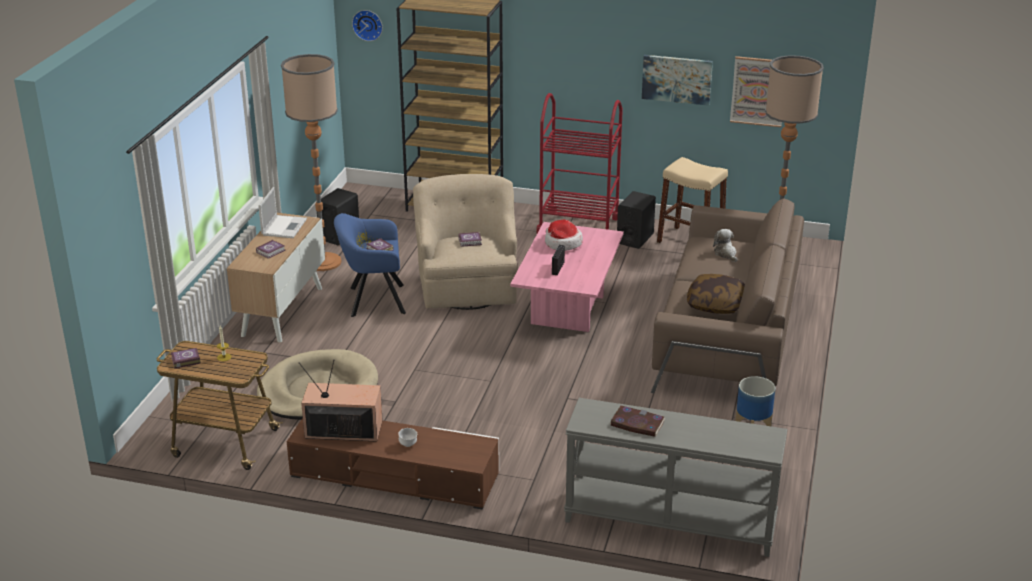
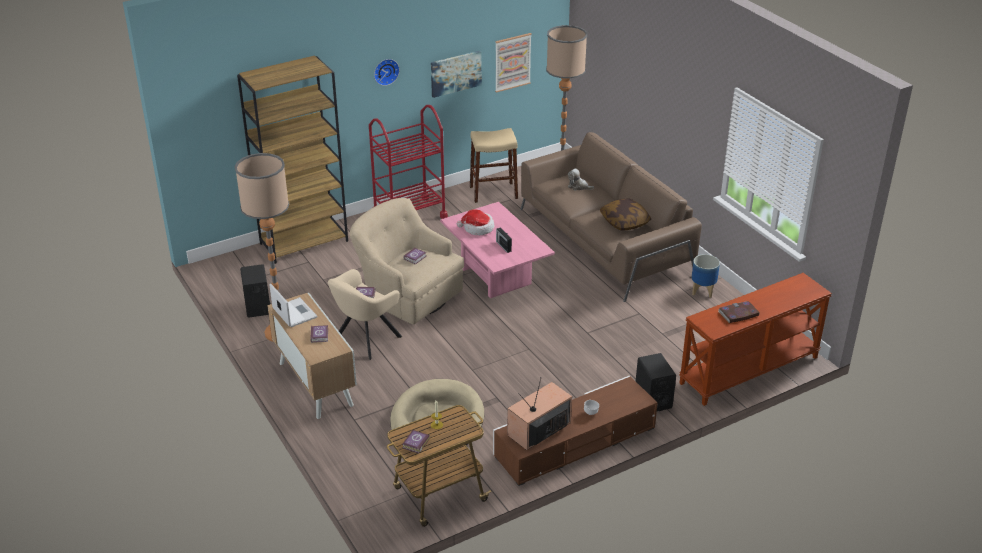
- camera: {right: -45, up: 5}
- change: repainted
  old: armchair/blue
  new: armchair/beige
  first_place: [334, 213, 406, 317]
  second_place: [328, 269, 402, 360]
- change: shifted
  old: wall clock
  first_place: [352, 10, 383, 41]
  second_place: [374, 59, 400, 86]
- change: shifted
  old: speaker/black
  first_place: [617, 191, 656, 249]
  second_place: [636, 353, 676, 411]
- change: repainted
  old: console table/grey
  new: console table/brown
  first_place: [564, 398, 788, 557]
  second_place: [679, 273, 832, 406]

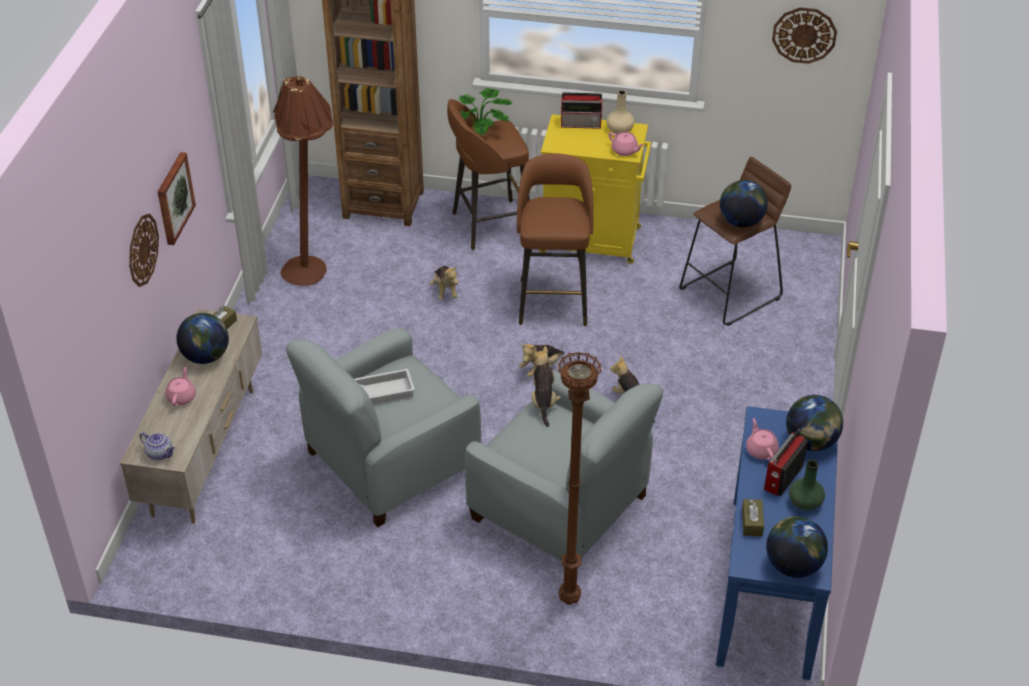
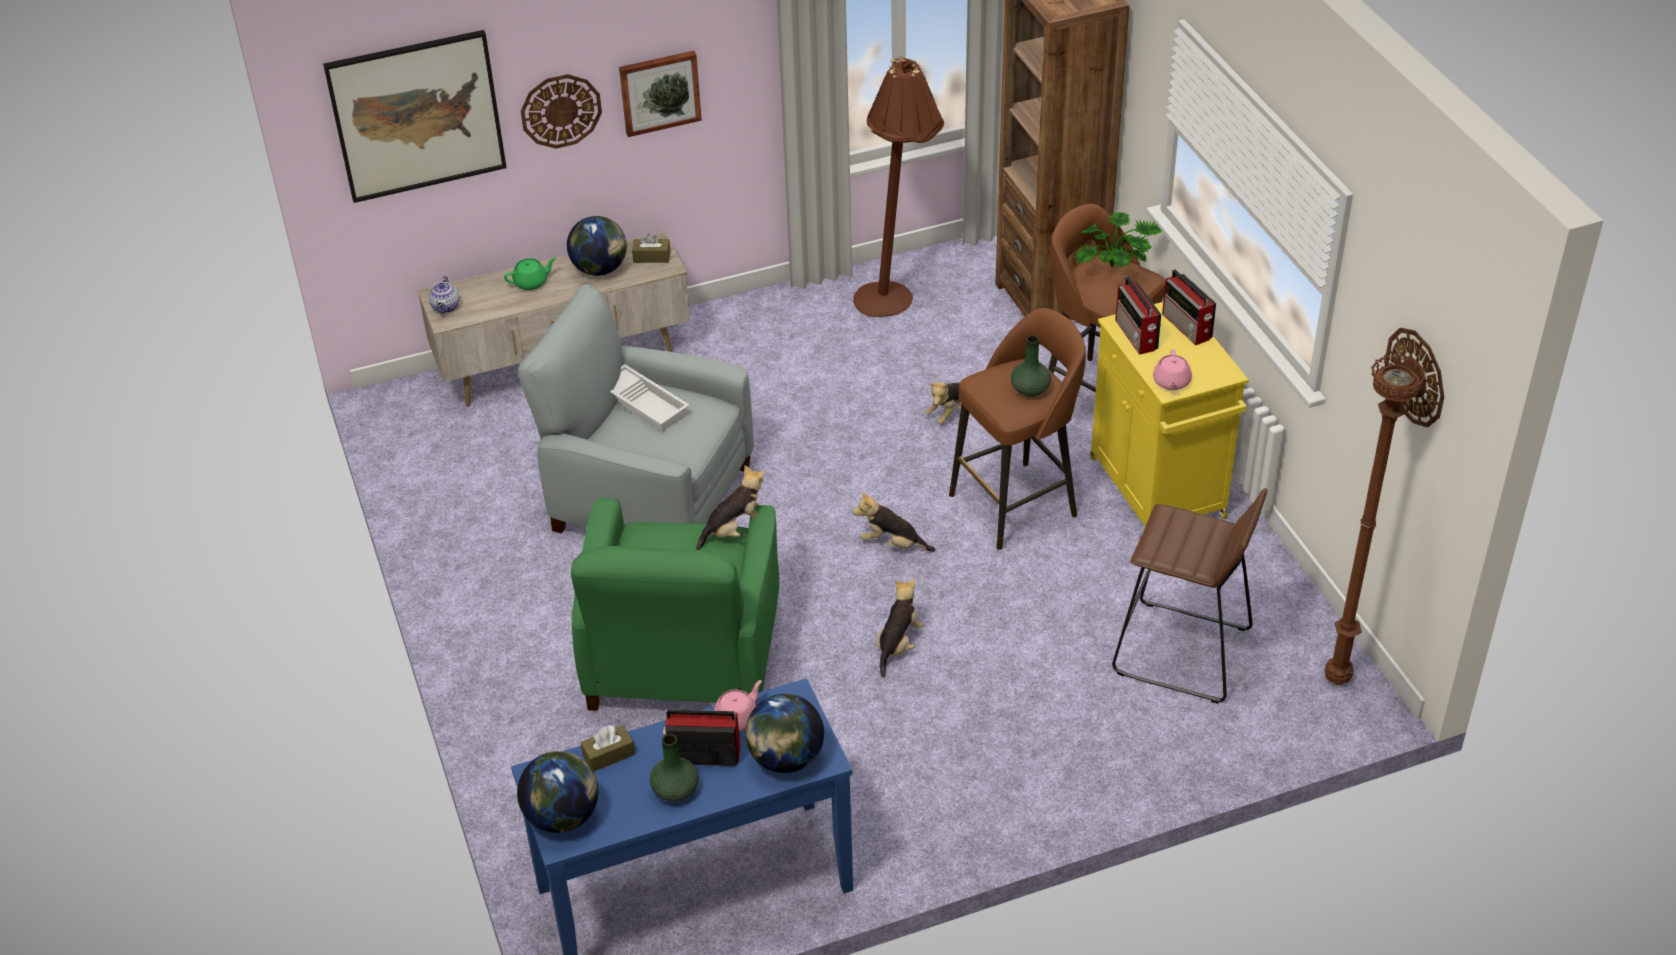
- camera: {right: 60, up: 0}
- change: new
  new: picture
  second_place: [323, 30, 507, 203]
- change: repainted
  old: teapot/pink
  new: teapot/green
  first_place: [165, 367, 196, 406]
  second_place: [504, 258, 556, 290]
- change: repainted
  old: armchair/grey
  new: armchair/green
  first_place: [465, 370, 663, 561]
  second_place: [571, 498, 779, 711]
- change: new
  new: vase/green
  second_place: [1011, 336, 1051, 397]
- change: new
  new: radio
  second_place: [1115, 276, 1161, 355]
- change: shifted
  old: floor lamp/brown
  first_place: [558, 352, 602, 605]
  second_place: [1325, 354, 1426, 685]
- change: gone
  old: vase/beige
  first_place: [607, 90, 634, 134]
- change: gone
  old: globe
  first_place: [720, 180, 768, 228]

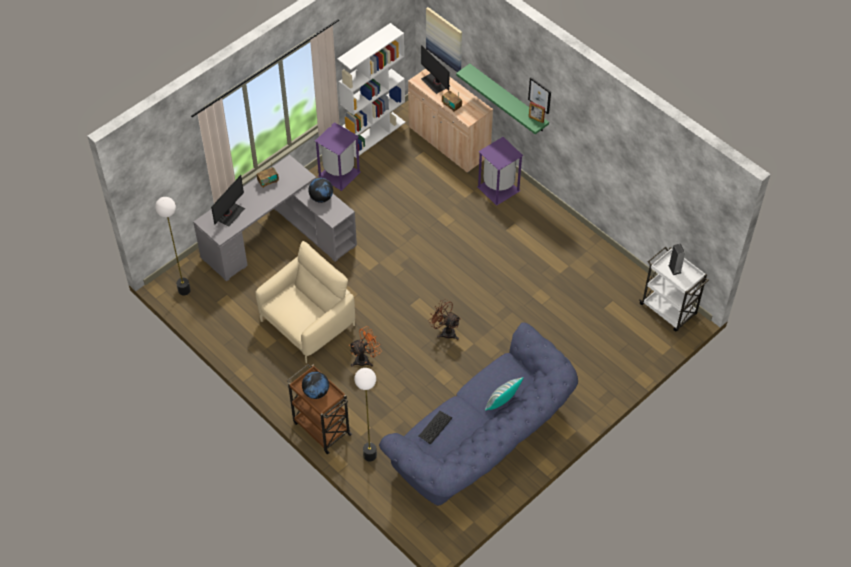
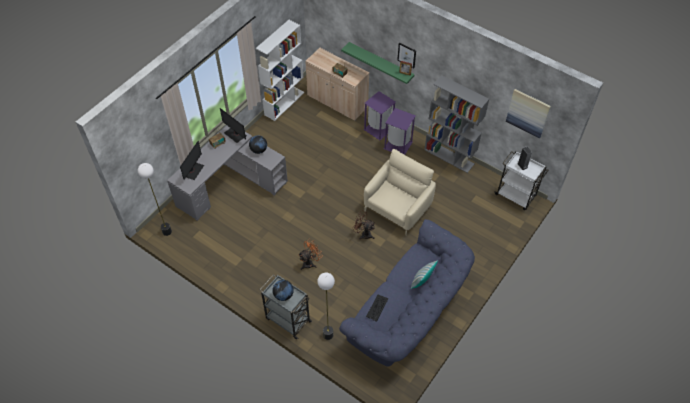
- camera: {right: -10, up: 0}
- change: shifted
  old: monitor
  first_place: [421, 45, 450, 94]
  second_place: [220, 108, 247, 143]
- change: repainted
  old: cart/brown
  new: cart/grey
  first_place: [287, 364, 353, 454]
  second_place: [260, 274, 312, 339]
- change: shifted
  old: armchair/beige
  first_place: [256, 241, 355, 363]
  second_place: [364, 149, 436, 235]
- change: shifted
  old: trash can/purple
  first_place: [315, 123, 360, 191]
  second_place: [384, 108, 416, 155]
- change: new
  new: bookcase/grey
  second_place: [424, 75, 489, 173]
- change: shifted
  old: picture
  first_place: [426, 7, 462, 72]
  second_place: [506, 89, 551, 138]

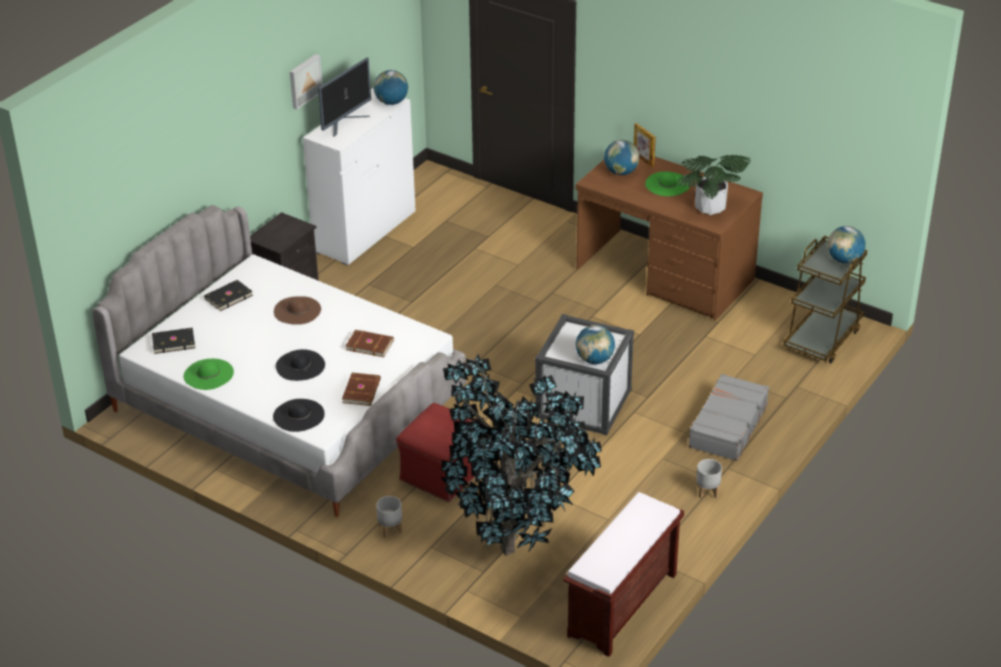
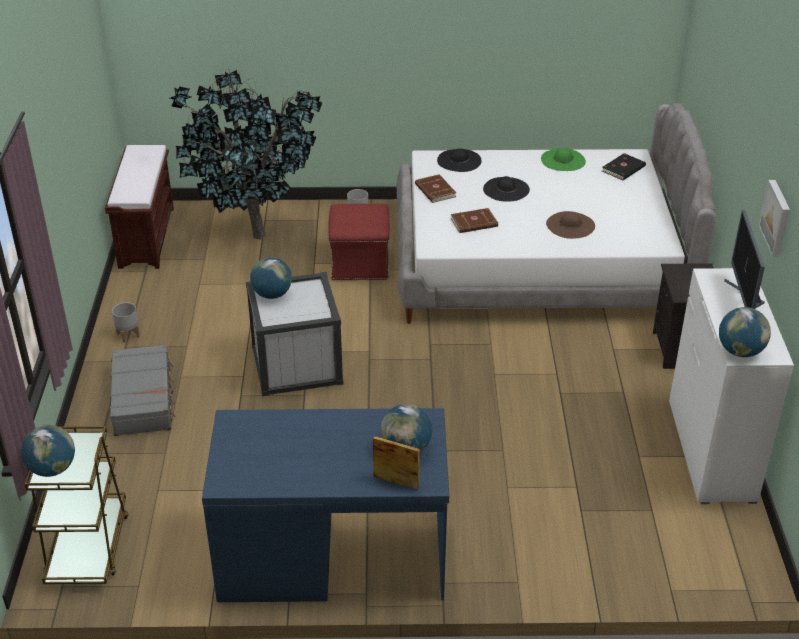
- camera: {right: 145, up: 0}
- change: repainted
  old: desk/brown
  new: desk/blue
  first_place: [576, 157, 763, 321]
  second_place: [202, 408, 449, 602]
- change: gone
  old: book/black
  first_place: [204, 280, 253, 311]
- change: gone
  old: hat/green
  first_place: [645, 172, 690, 196]
- change: gone
  old: potted plant
  first_place: [677, 155, 750, 215]

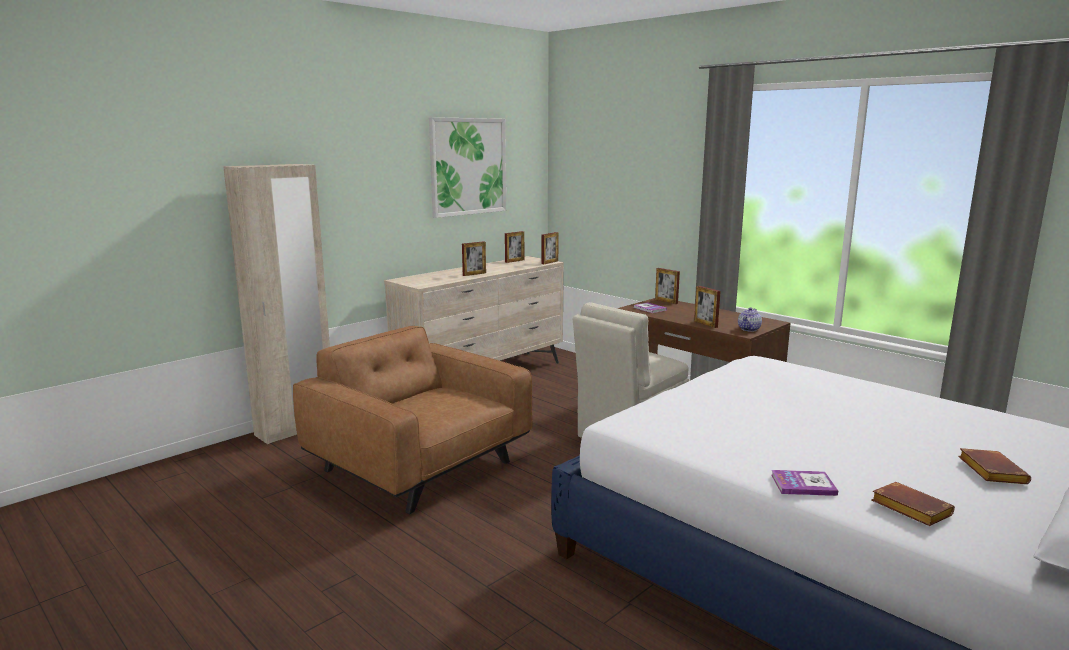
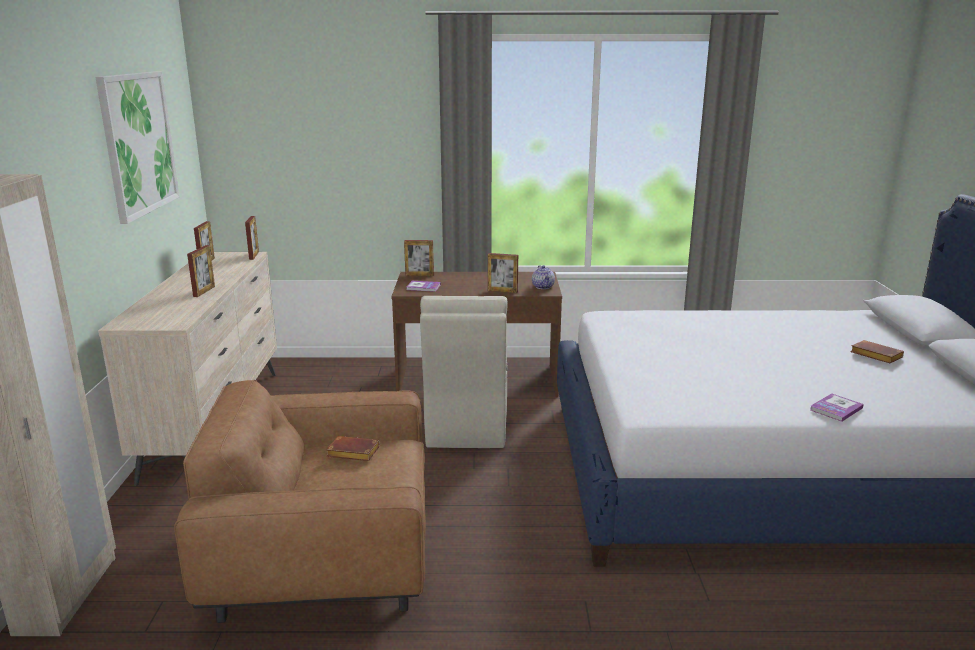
- camera: {right: -45, up: 5}
- change: shifted
  old: book/brown
  first_place: [871, 482, 955, 526]
  second_place: [326, 436, 380, 461]

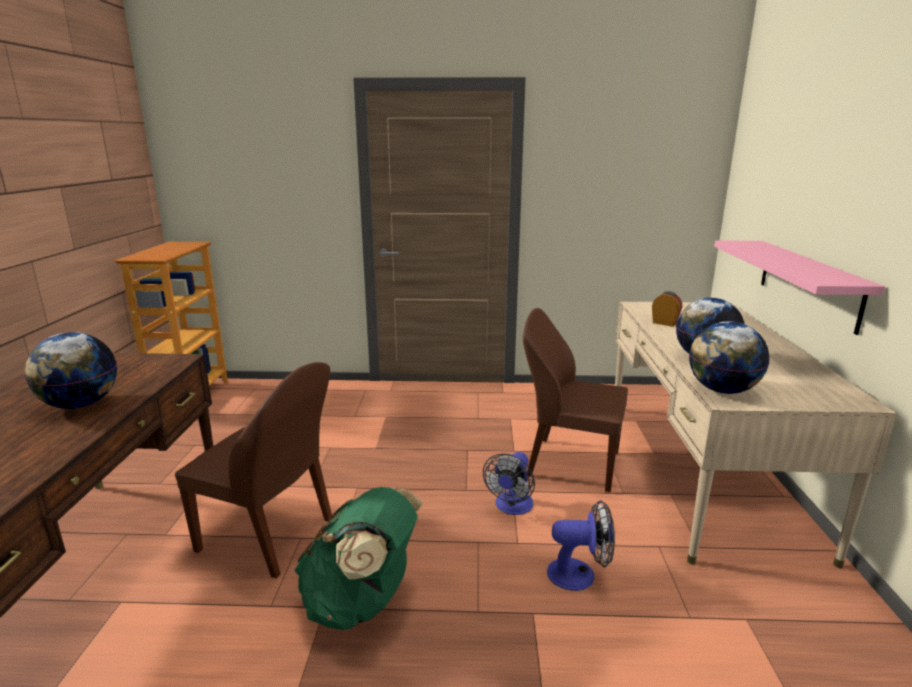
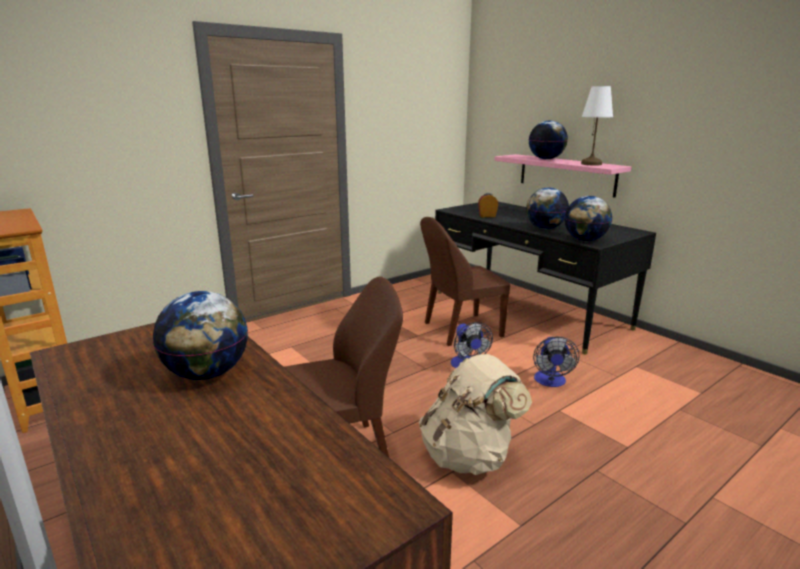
- camera: {right: -40, up: 0}
- change: repainted
  old: backpack/green
  new: backpack/beige
  first_place: [294, 487, 423, 630]
  second_place: [419, 354, 532, 475]
- change: repainted
  old: desk/beige
  new: desk/black
  first_place: [615, 302, 897, 568]
  second_place: [435, 202, 656, 354]
- change: new
  new: globe
  second_place: [529, 120, 568, 159]
- change: rotated
  old: fan
  first_place: [547, 500, 615, 591]
  second_place: [533, 337, 580, 387]
  degrees: 135
- change: new
  new: table lamp/white
  second_place: [581, 86, 613, 166]

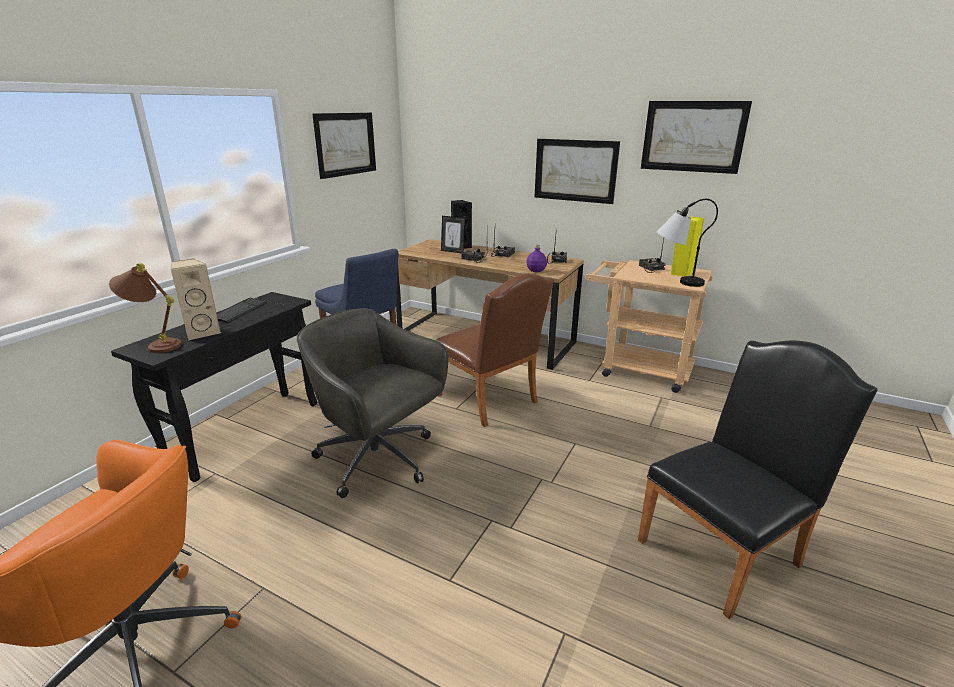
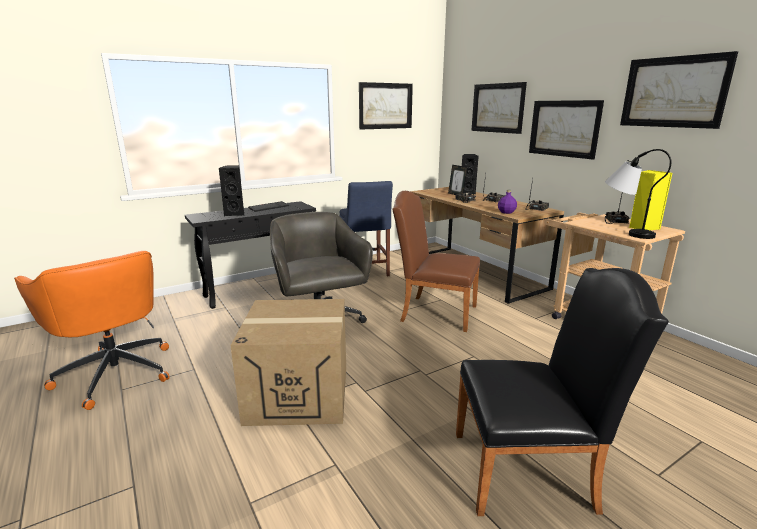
- camera: {right: 30, up: -5}
- change: repainted
  old: speaker/beige
  new: speaker/black
  first_place: [170, 258, 222, 340]
  second_place: [219, 165, 244, 216]
- change: new
  new: cardboard box
  second_place: [230, 299, 346, 426]
- change: rotated
  old: chair/brown
  first_place: [436, 273, 555, 427]
  second_place: [392, 191, 480, 332]
  degrees: 120
- change: new
  new: picture
  second_place: [472, 82, 527, 134]
- change: gone
  old: table lamp/brown
  first_place: [109, 263, 182, 353]

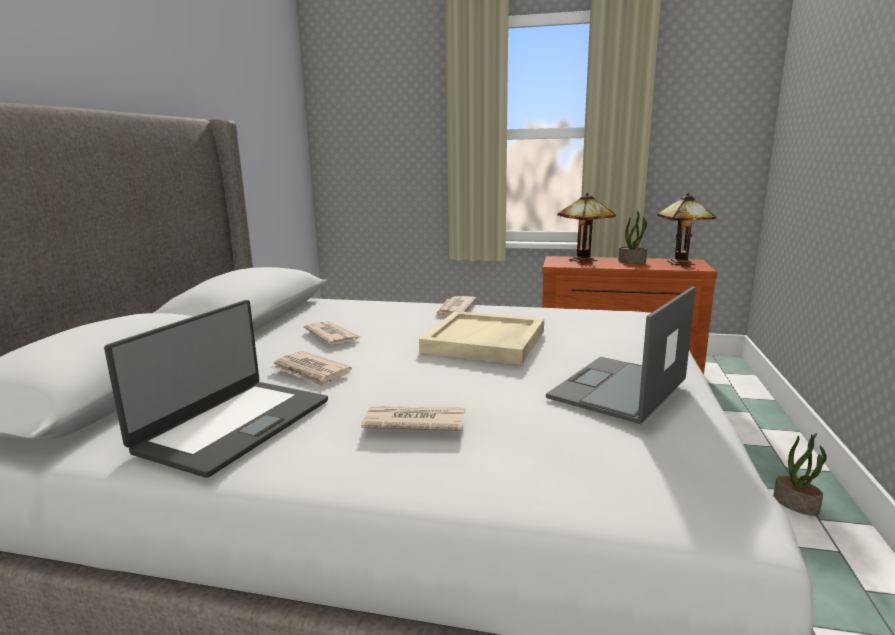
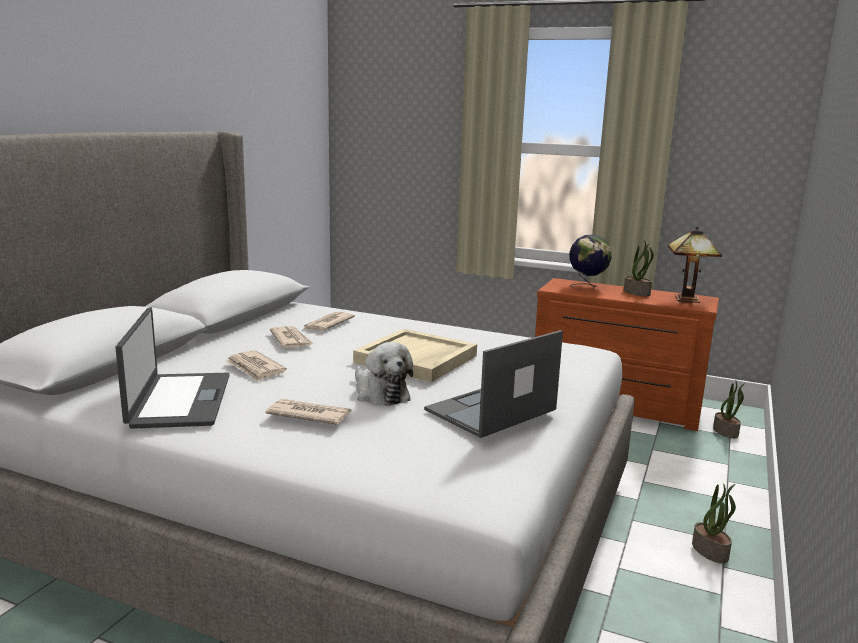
- camera: {right: 10, up: 0}
- change: rotated
  old: laptop
  first_place: [104, 300, 328, 478]
  second_place: [115, 307, 229, 429]
  degrees: -45
- change: shifted
  old: newspaper
  first_place: [436, 296, 477, 316]
  second_place: [304, 312, 355, 331]
- change: new
  new: plush toy
  second_place: [355, 342, 413, 406]
- change: swapped
  old: table lamp
  new: globe
  first_place: [558, 193, 616, 263]
  second_place: [569, 234, 612, 288]
- change: new
  new: potted plant
  second_place: [713, 381, 745, 438]

